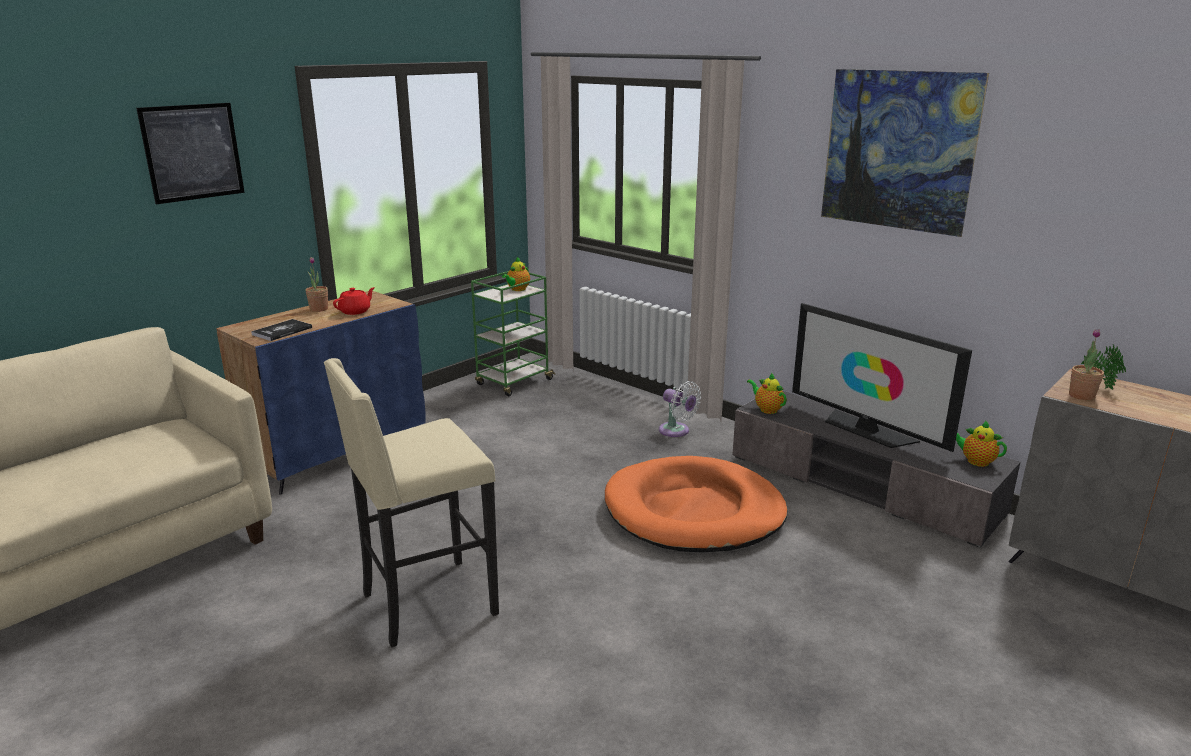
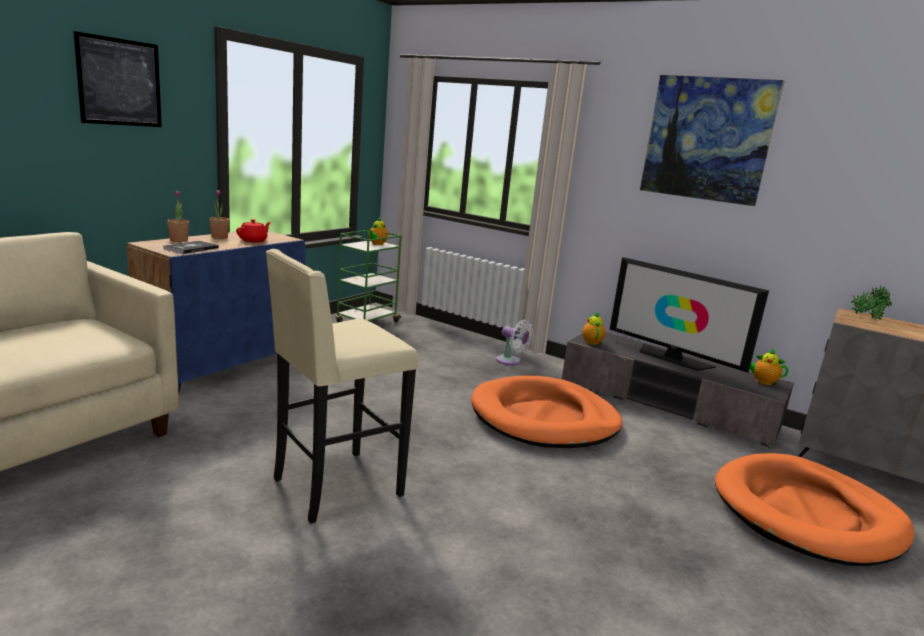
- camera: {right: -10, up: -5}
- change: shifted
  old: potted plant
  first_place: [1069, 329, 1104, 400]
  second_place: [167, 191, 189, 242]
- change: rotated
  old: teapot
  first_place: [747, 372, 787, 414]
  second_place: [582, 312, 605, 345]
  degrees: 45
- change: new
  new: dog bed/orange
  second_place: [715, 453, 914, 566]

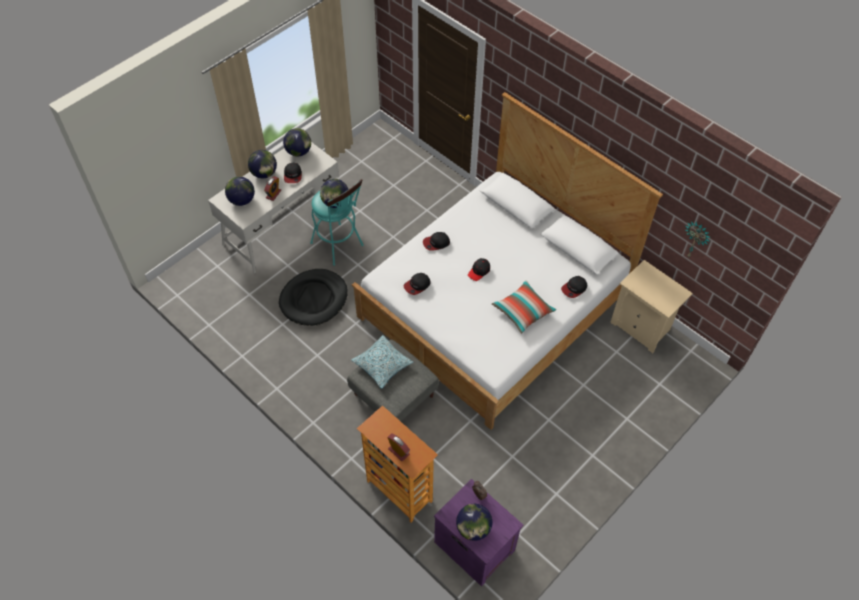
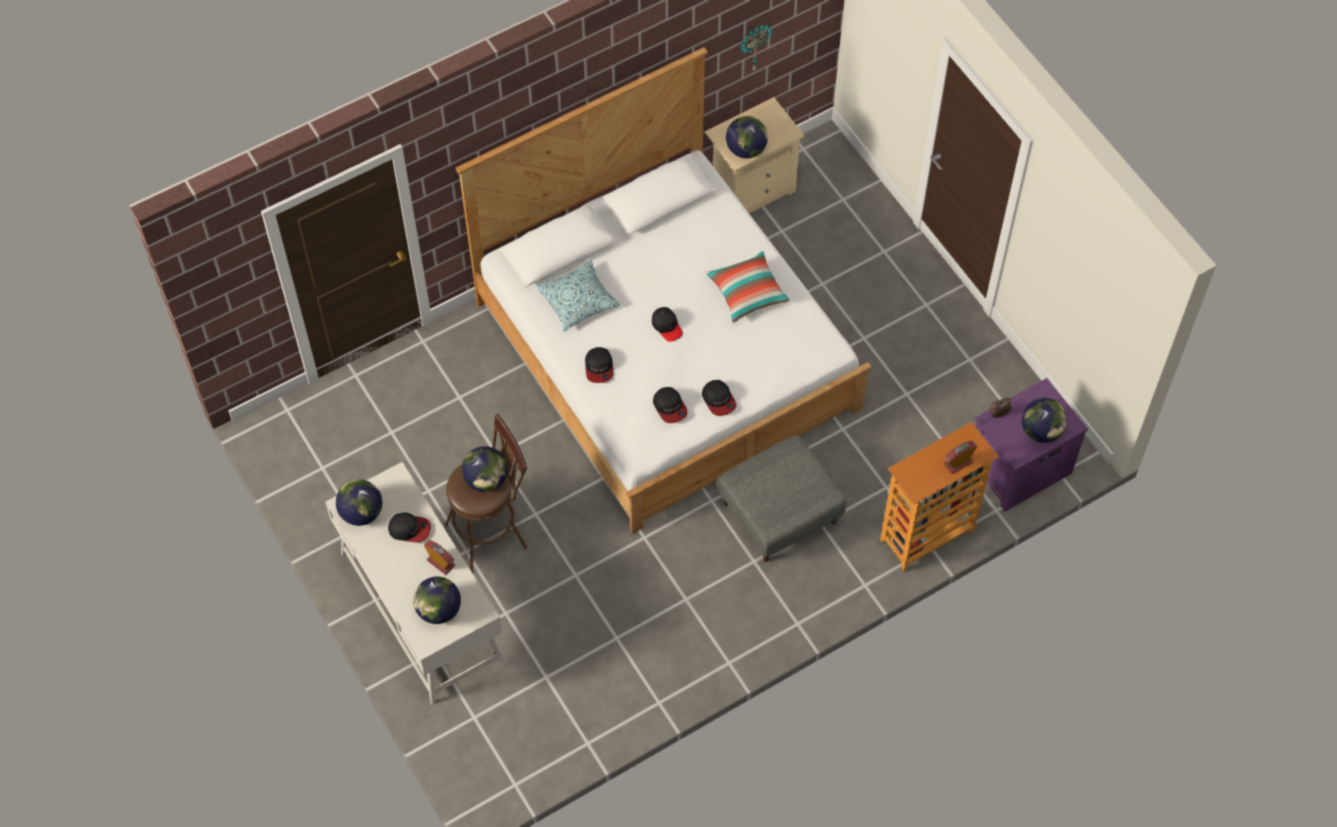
- camera: {right: -75, up: 5}
- change: repainted
  old: stool/turquoise
  new: stool/brown
  first_place: [310, 179, 364, 266]
  second_place: [445, 414, 527, 573]
- change: shifted
  old: pillow
  first_place: [351, 335, 413, 389]
  second_place: [536, 260, 620, 331]
- change: shifted
  old: cap
  first_place: [561, 276, 587, 298]
  second_place: [702, 380, 737, 416]
- change: shifted
  old: globe
  first_place: [248, 150, 277, 178]
  second_place: [726, 116, 768, 158]
- change: gone
  old: dog bed/black
  first_place: [279, 269, 348, 326]

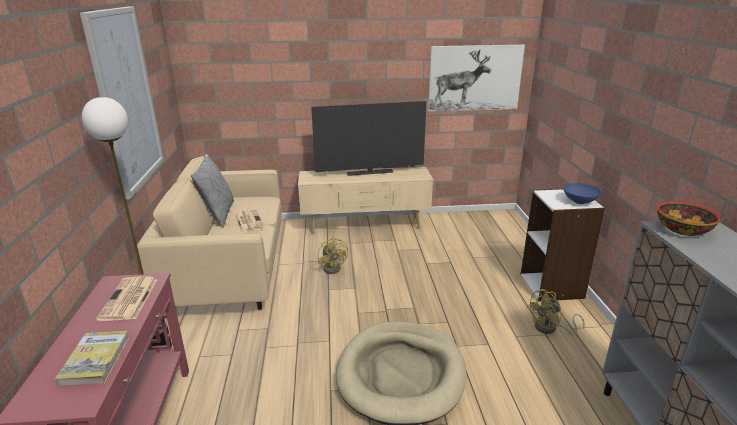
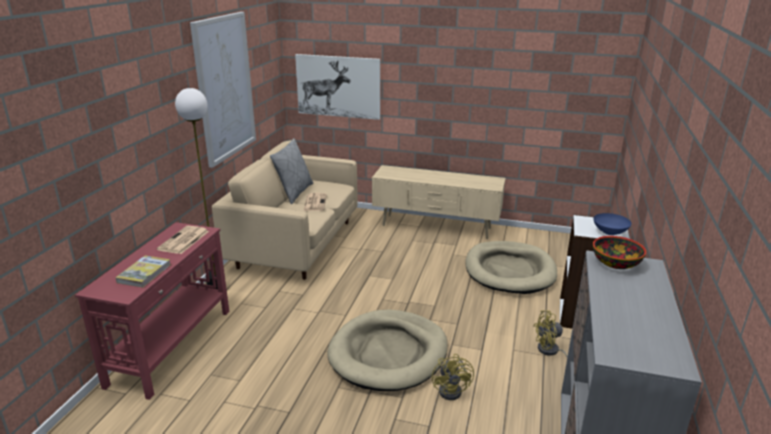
- camera: {right: 20, up: 0}
- change: shifted
  old: picture
  first_place: [428, 45, 525, 111]
  second_place: [295, 54, 380, 120]
- change: shifted
  old: fan/yellow
  first_place: [318, 237, 348, 274]
  second_place: [432, 354, 474, 400]
- change: new
  new: dog bed/beige
  second_place: [465, 241, 557, 294]
- change: gone
  old: television
  first_place: [311, 101, 426, 176]

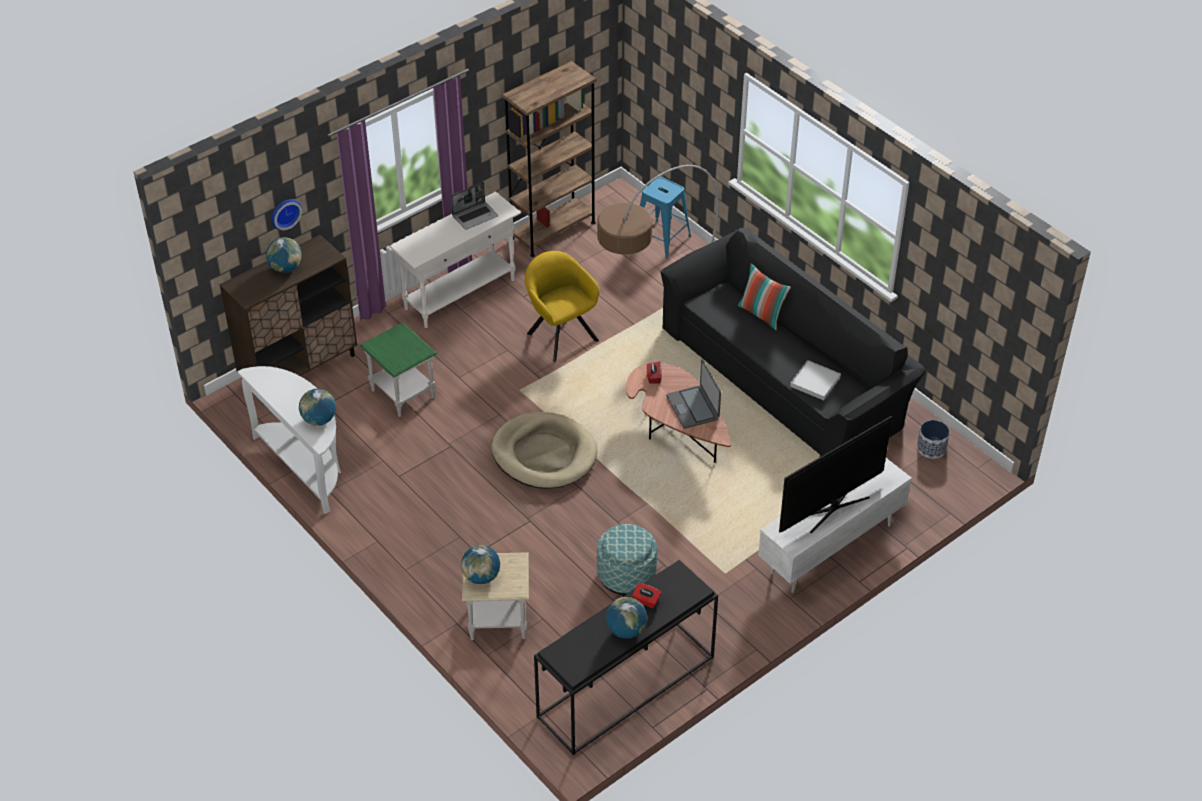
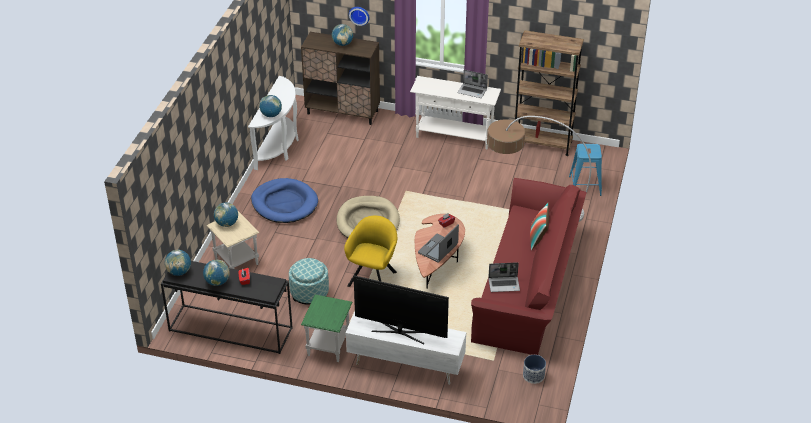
- camera: {right: 55, up: -5}
- change: new
  new: globe
  second_place: [165, 250, 191, 276]
- change: new
  new: dog bed/blue
  second_place: [251, 178, 318, 223]
- change: shifted
  old: side table/green
  first_place: [359, 322, 437, 417]
  second_place: [301, 295, 352, 362]
- change: shifted
  old: armchair/yellow
  first_place: [525, 251, 600, 362]
  second_place: [344, 216, 397, 287]
- change: repainted
  old: sofa/black
  new: sofa/red
  first_place: [660, 227, 925, 457]
  second_place: [471, 178, 587, 355]
- change: swapped
  old: tray/white
  new: laptop
  first_place: [790, 360, 841, 400]
  second_place: [488, 262, 520, 292]

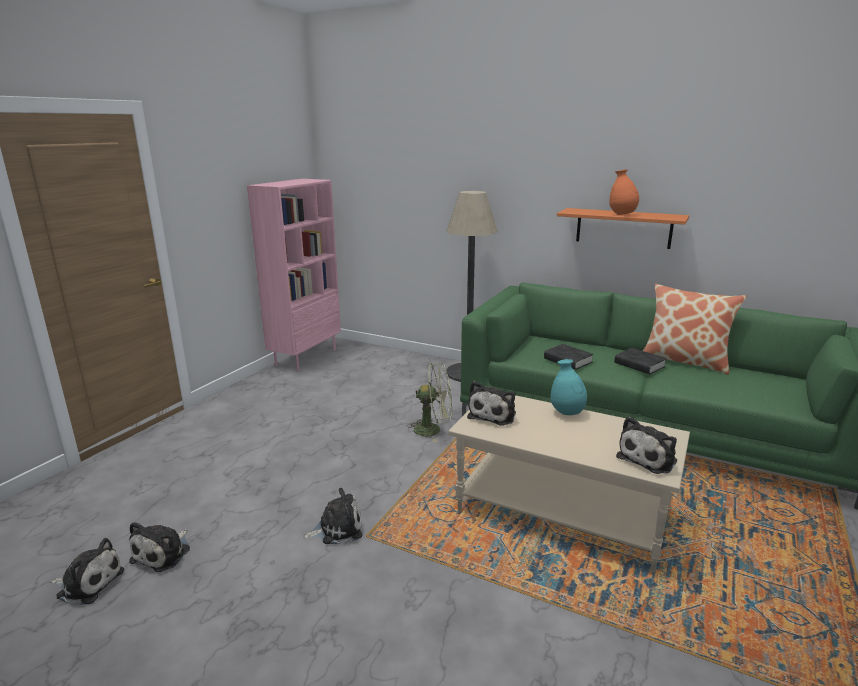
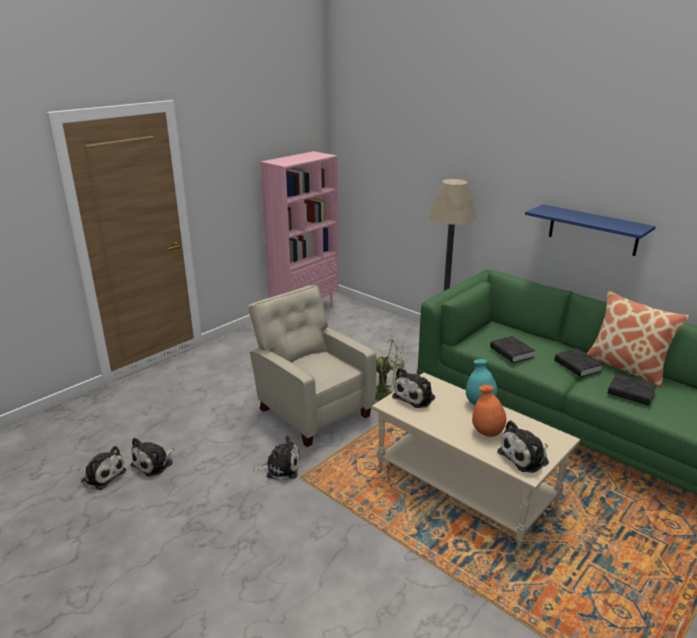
- camera: {right: 15, up: 5}
- change: new
  new: armchair/beige
  second_place: [248, 285, 377, 447]
- change: shifted
  old: vase/orange
  first_place: [609, 169, 639, 215]
  second_place: [472, 385, 506, 437]
- change: repainted
  old: shelf/orange
  new: shelf/blue
  first_place: [557, 208, 689, 249]
  second_place: [525, 205, 656, 256]
- change: new
  new: book/black
  second_place: [608, 373, 657, 406]

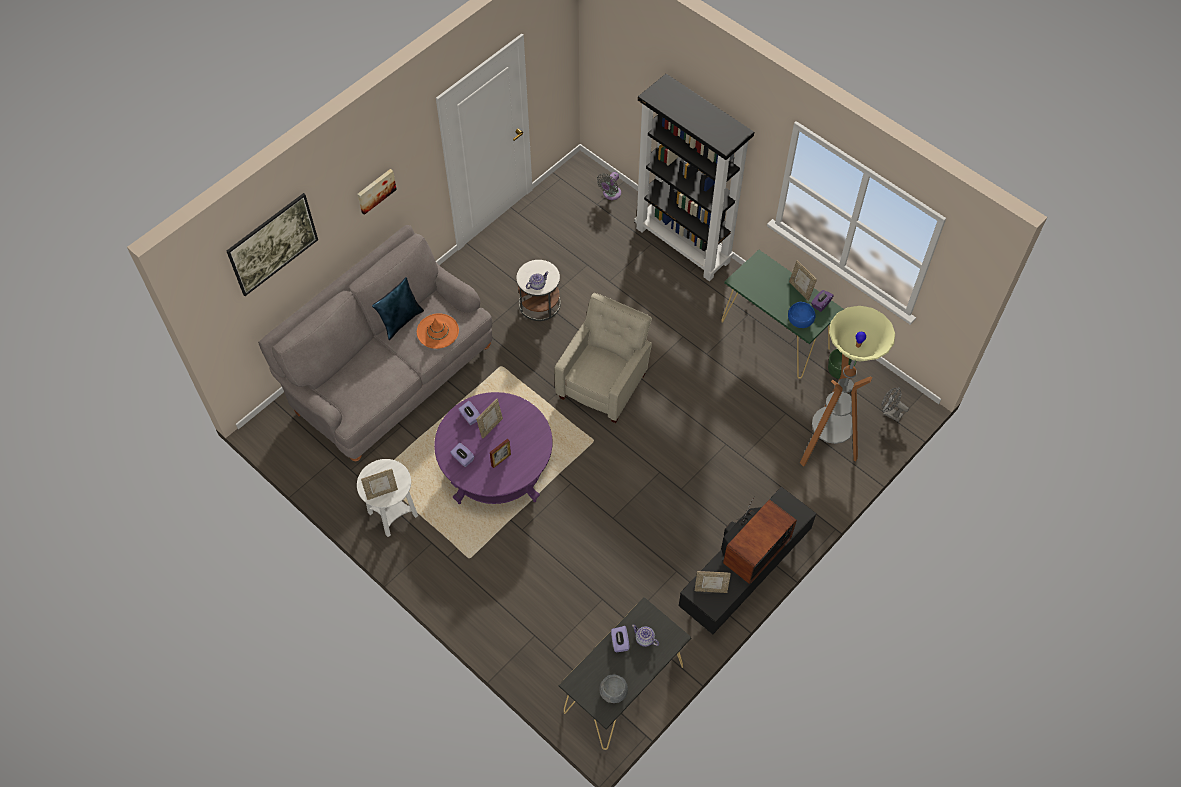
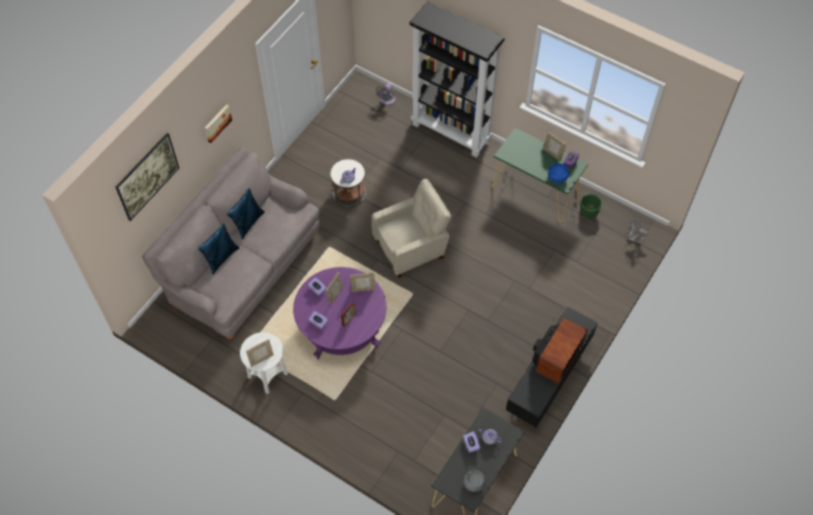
- camera: {right: -10, up: 0}
- change: new
  new: pillow/blue
  second_place: [197, 223, 239, 274]
- change: shifted
  old: picture frame
  first_place: [695, 571, 731, 593]
  second_place: [350, 273, 375, 292]
- change: rotated
  old: armchair/beige
  first_place: [554, 293, 652, 423]
  second_place: [372, 179, 451, 278]
  degrees: 45
- change: gone
  old: hat/orange
  first_place: [417, 313, 459, 349]
- change: gone
  old: floor lamp
  first_place: [800, 306, 895, 467]

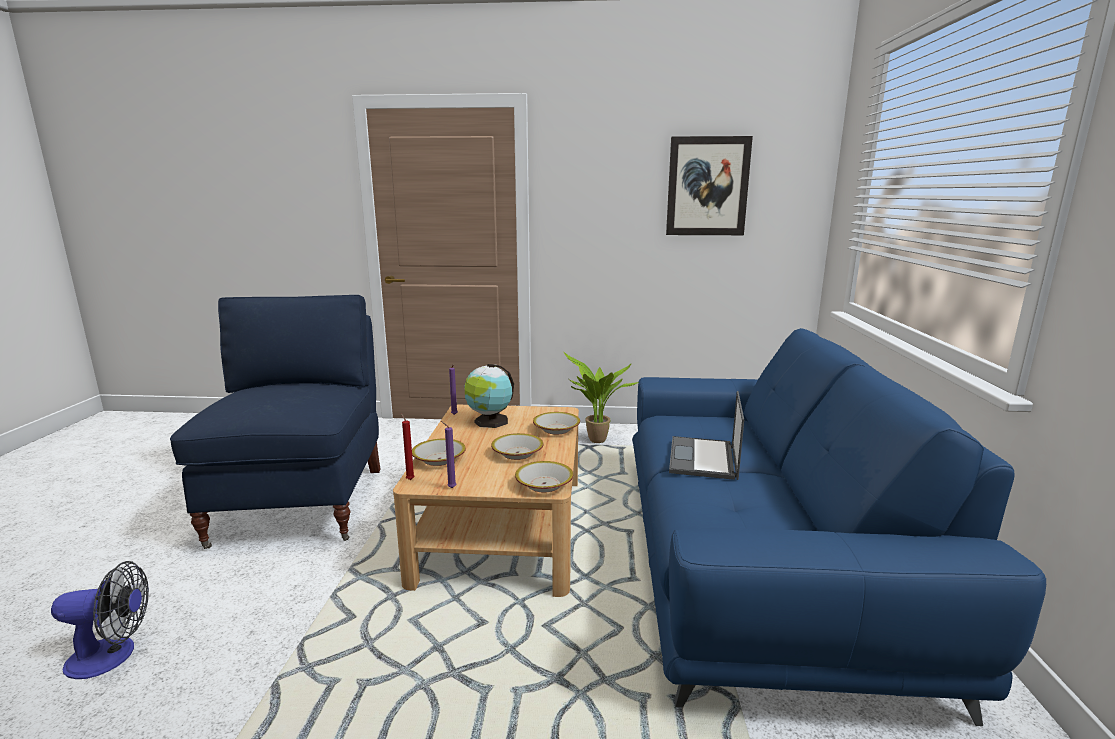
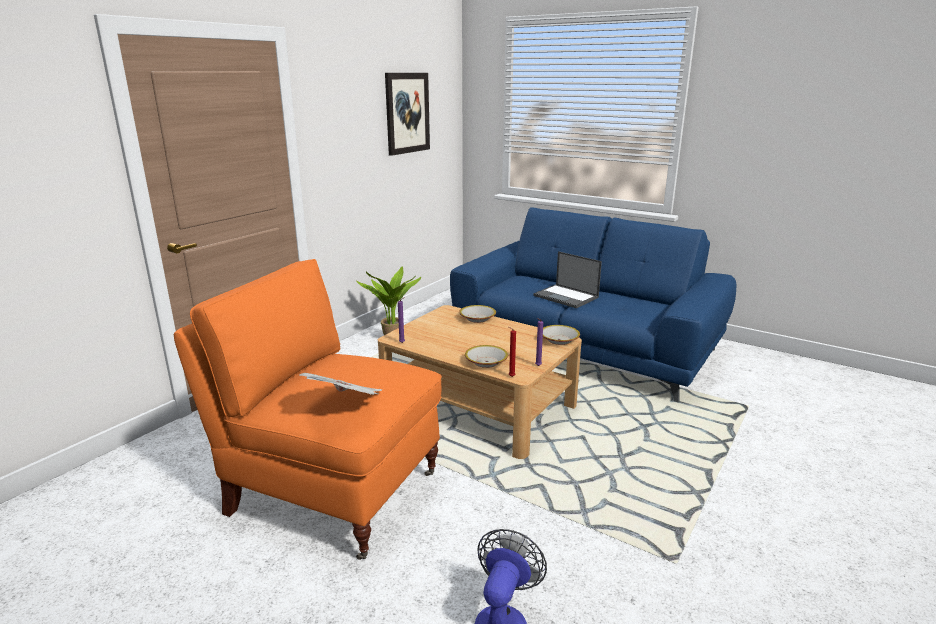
- camera: {right: -60, up: 5}
- change: repainted
  old: armchair/blue
  new: armchair/orange
  first_place: [170, 295, 381, 549]
  second_place: [174, 259, 442, 560]
- change: new
  new: newspaper
  second_place: [300, 373, 382, 395]
- change: gone
  old: globe
  first_place: [464, 364, 514, 428]
- change: gone
  old: bowl
  first_place: [491, 433, 543, 460]

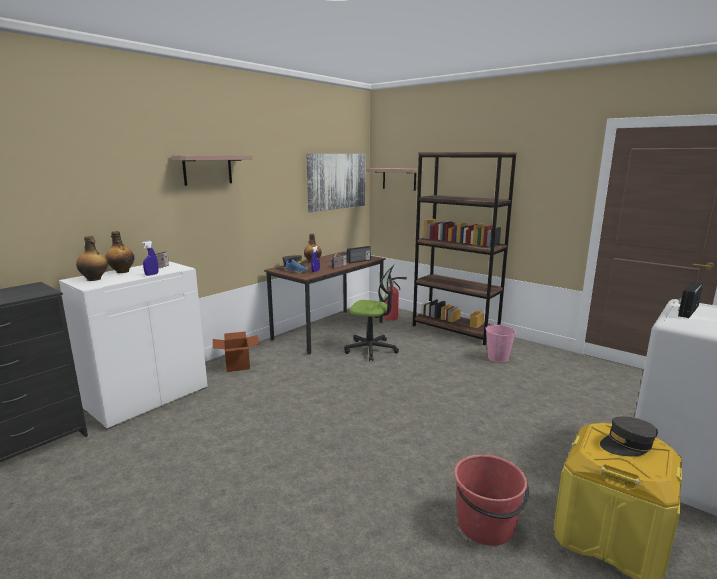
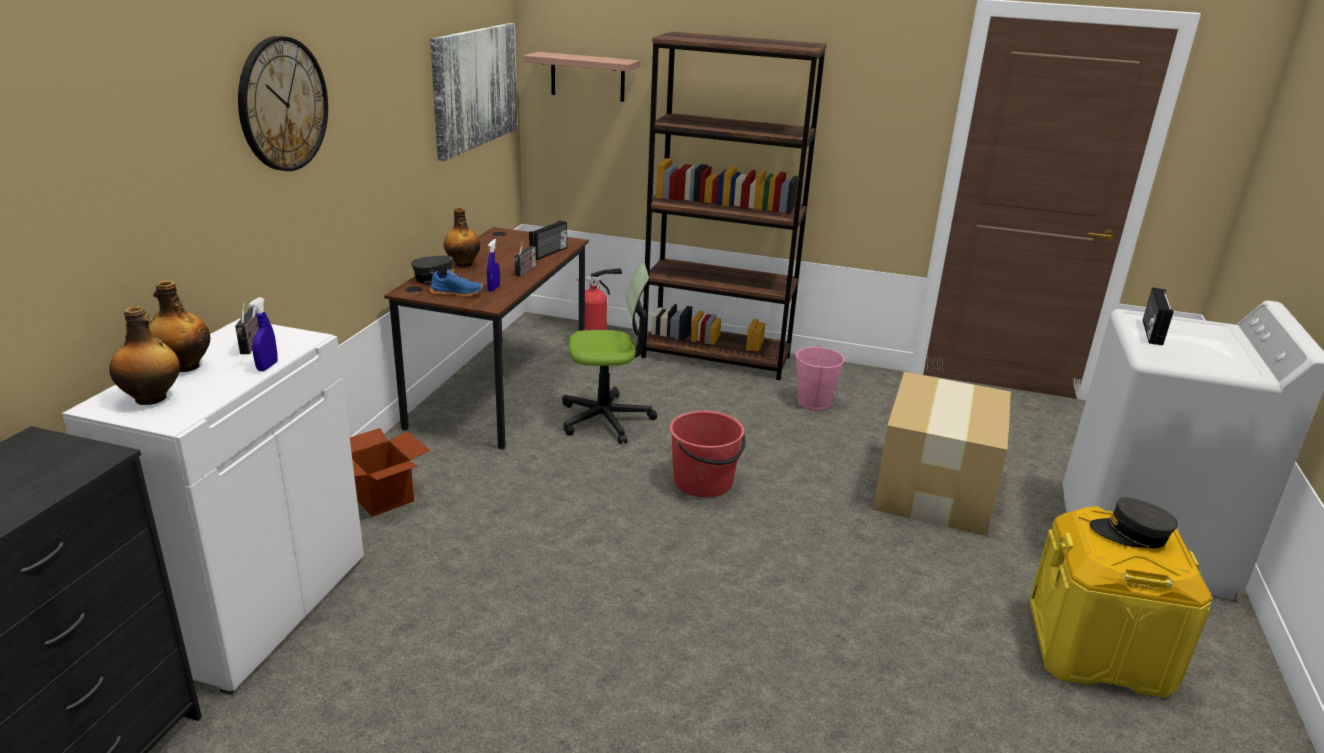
- camera: {right: -25, up: 10}
- change: swapped
  old: shelf
  new: wall clock
  first_place: [171, 155, 252, 186]
  second_place: [238, 36, 328, 171]
- change: shifted
  old: bucket/red
  first_place: [454, 454, 529, 546]
  second_place: [669, 410, 745, 497]
- change: new
  new: cardboard box
  second_place: [873, 372, 1011, 536]
- change: rotated
  old: cap/grey
  first_place: [600, 417, 658, 456]
  second_place: [1090, 497, 1178, 548]
  degrees: 60

